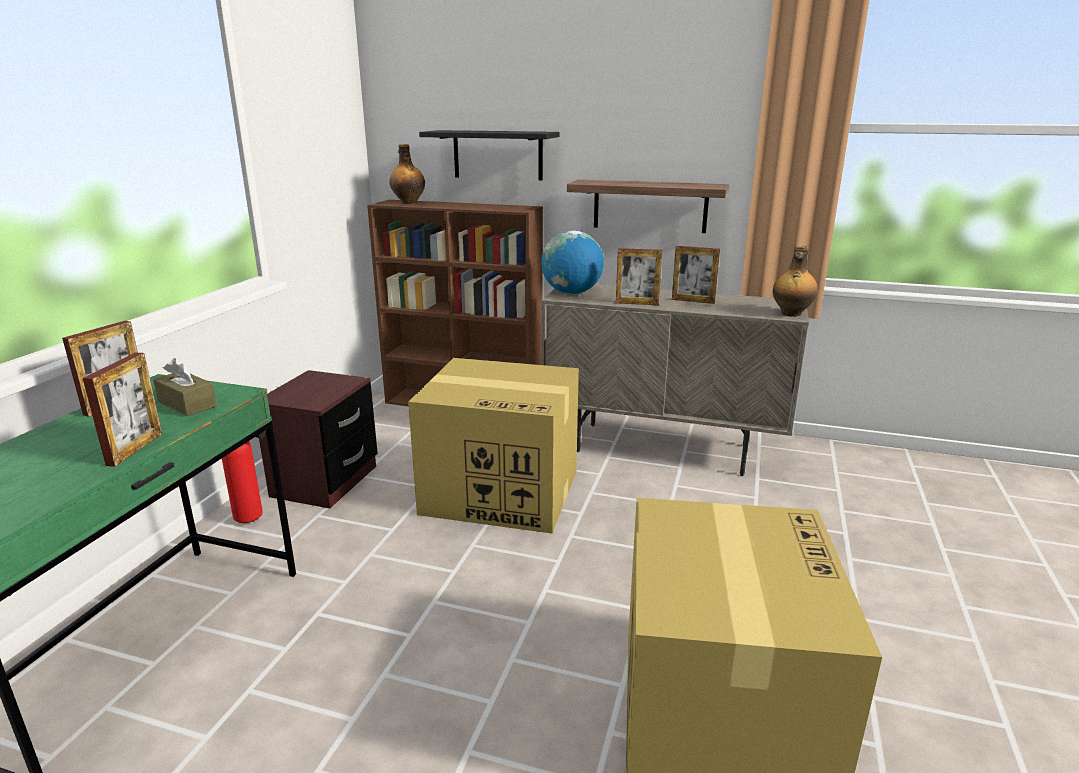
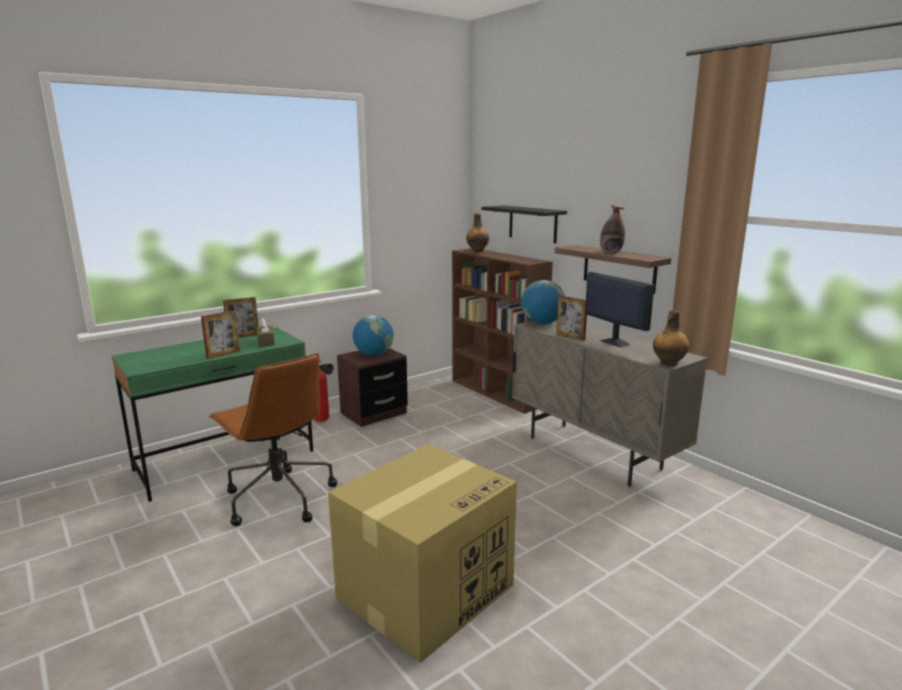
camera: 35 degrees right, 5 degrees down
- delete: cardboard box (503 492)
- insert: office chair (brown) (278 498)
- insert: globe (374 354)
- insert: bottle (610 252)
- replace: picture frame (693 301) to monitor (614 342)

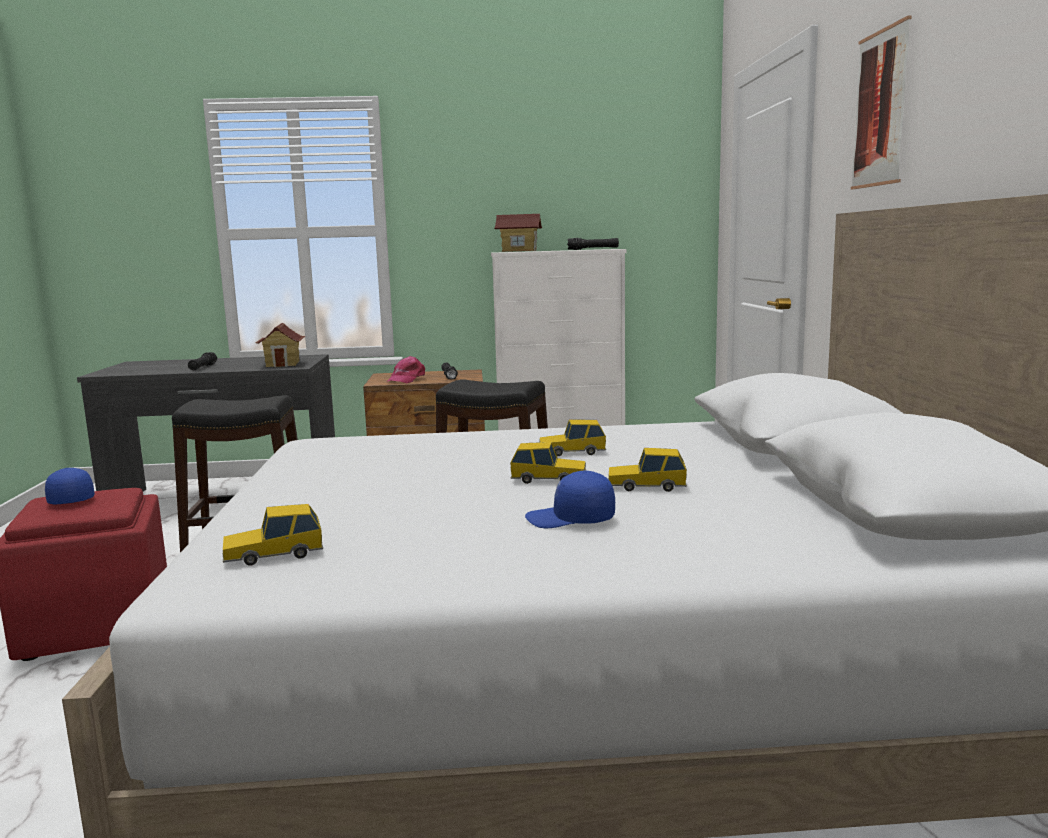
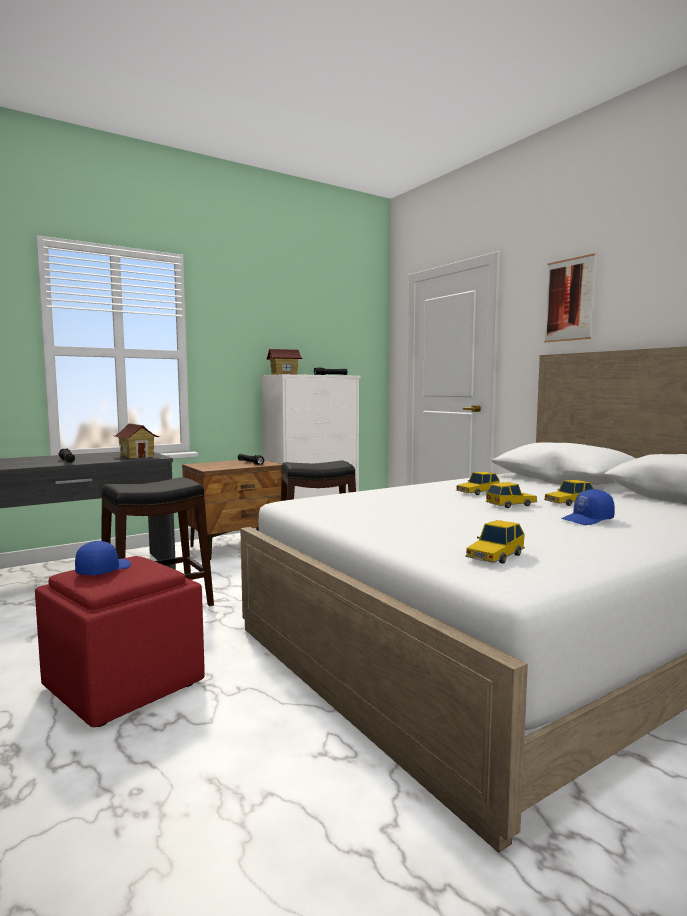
camera: 30 degrees left, 5 degrees down
- delete: cap (pink) (406 379)
- rotate: cap (blue) (71 500) = (103 570) 75 degrees clockwise

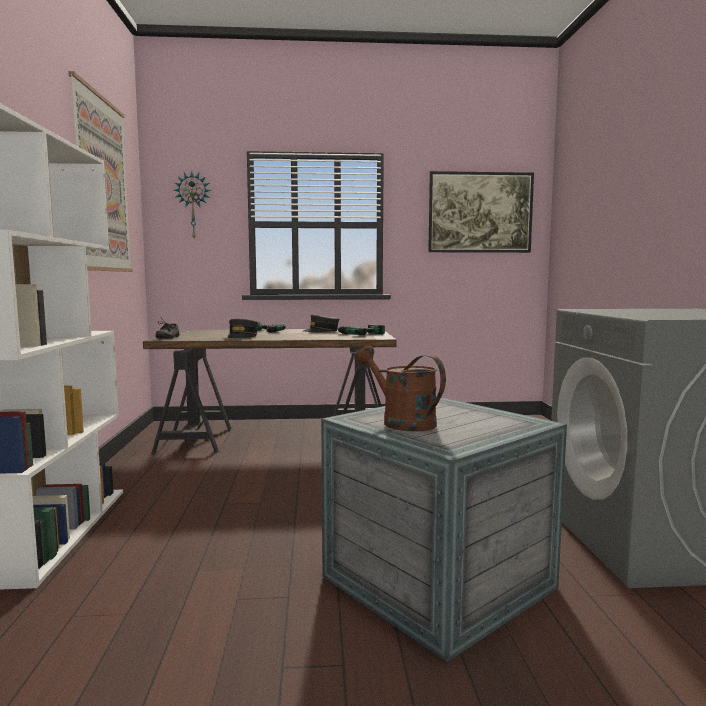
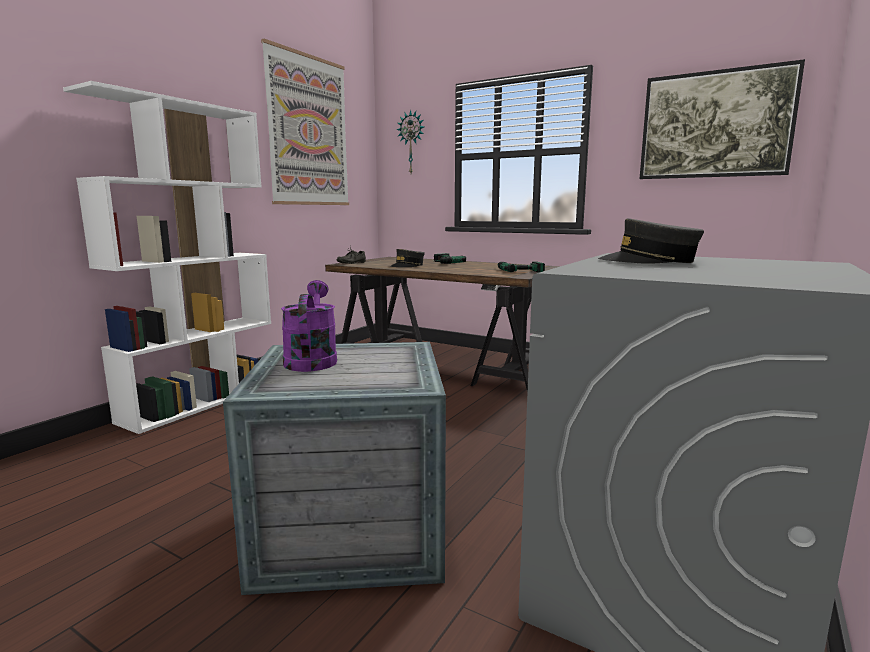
camera: 35 degrees right, 5 degrees up
- move: cap (grey) (321 331) to (649 261)
- recolor: watering can (brown) (401 422) to watering can (purple) (311 359)

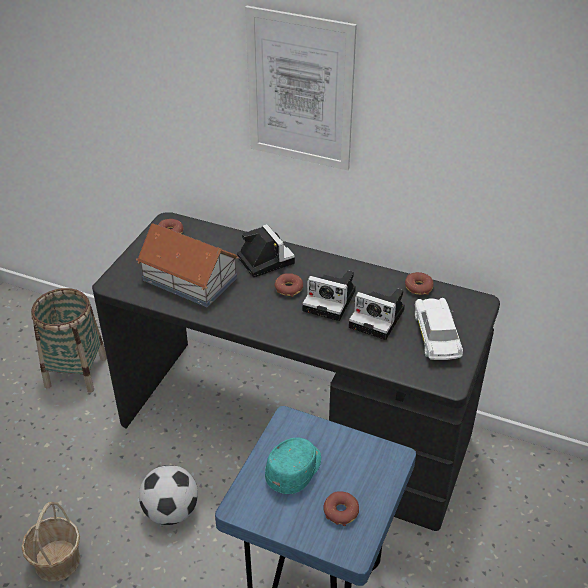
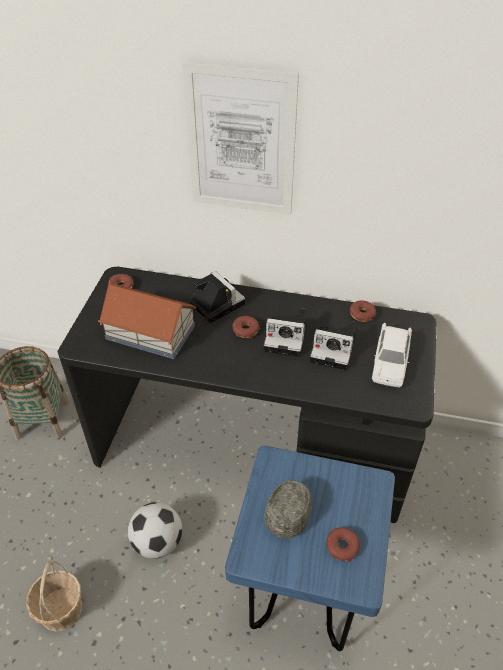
camera: 10 degrees left, 5 degrees up
- recolor: cap (turquoise) (295 470) to cap (grey) (290 511)
- rotate: toy car (white) (436 336) = (390 361) 150 degrees counterclockwise

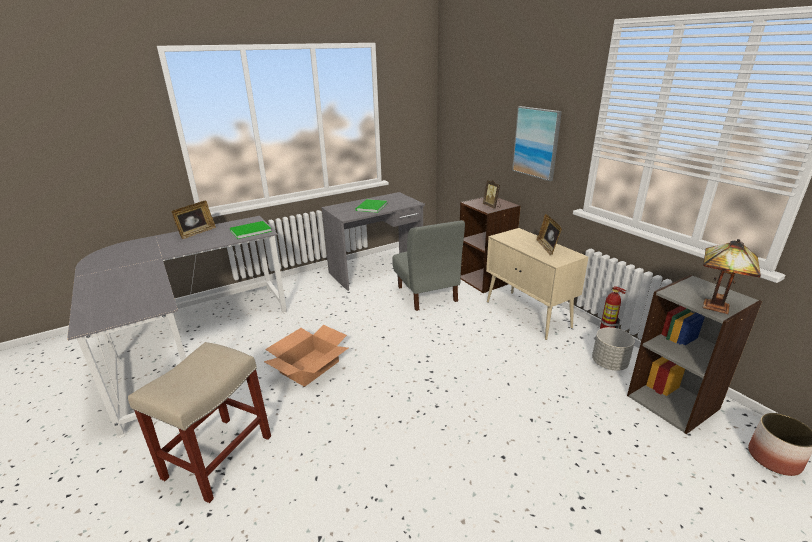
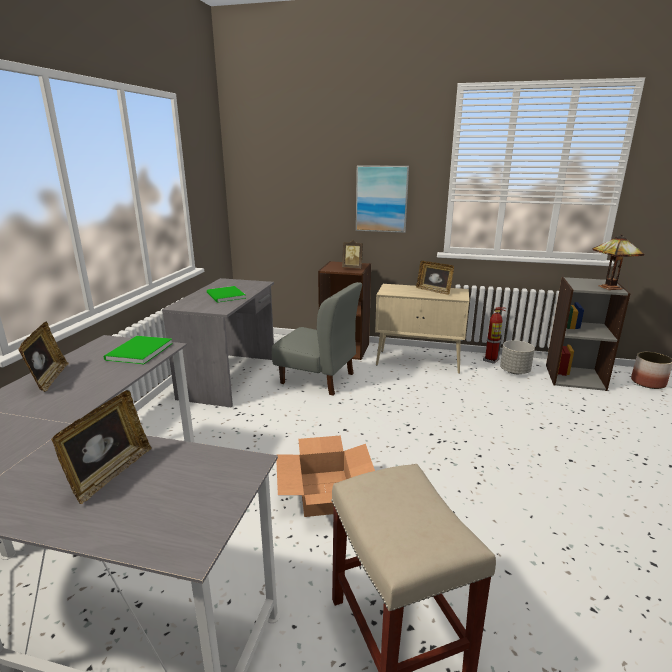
camera: 45 degrees left, 5 degrees down
- insert: picture frame (110 473)

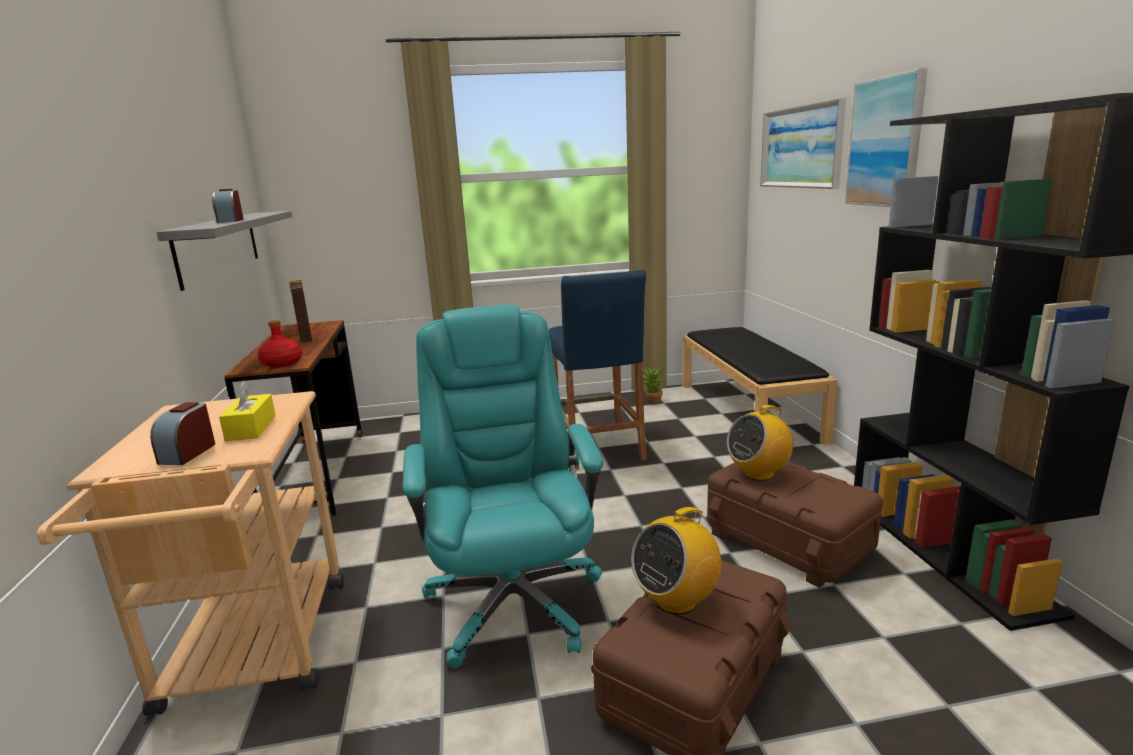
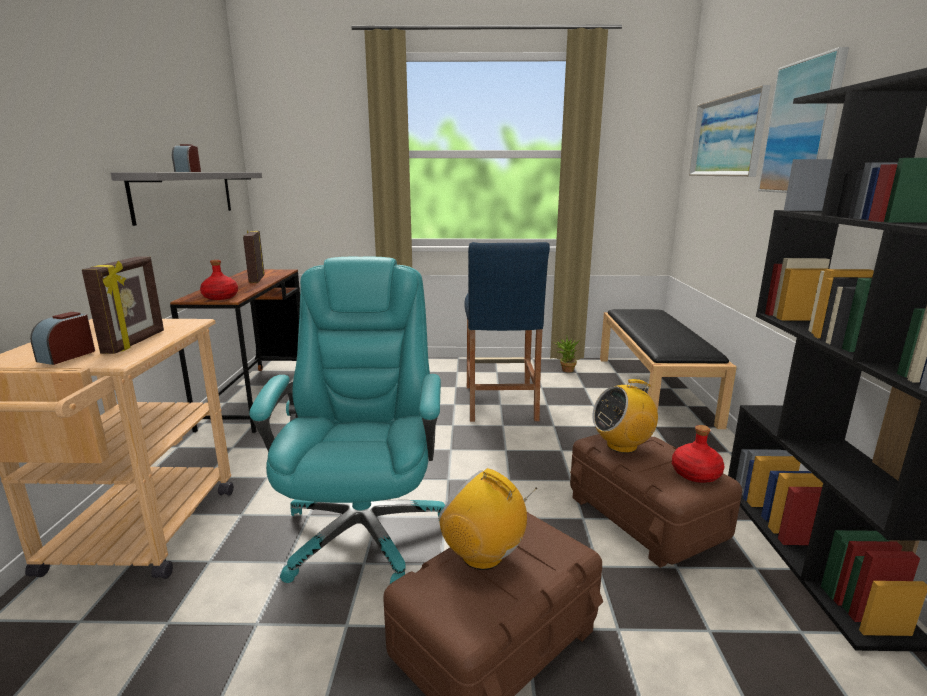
camera: 10 degrees right, 0 degrees up
- insert: bottle (red) (696 474)
- replace: tissue box (yellow) (251 428) to picture frame (136 342)
- rotate: radio (676 600) = (483 555) 60 degrees clockwise

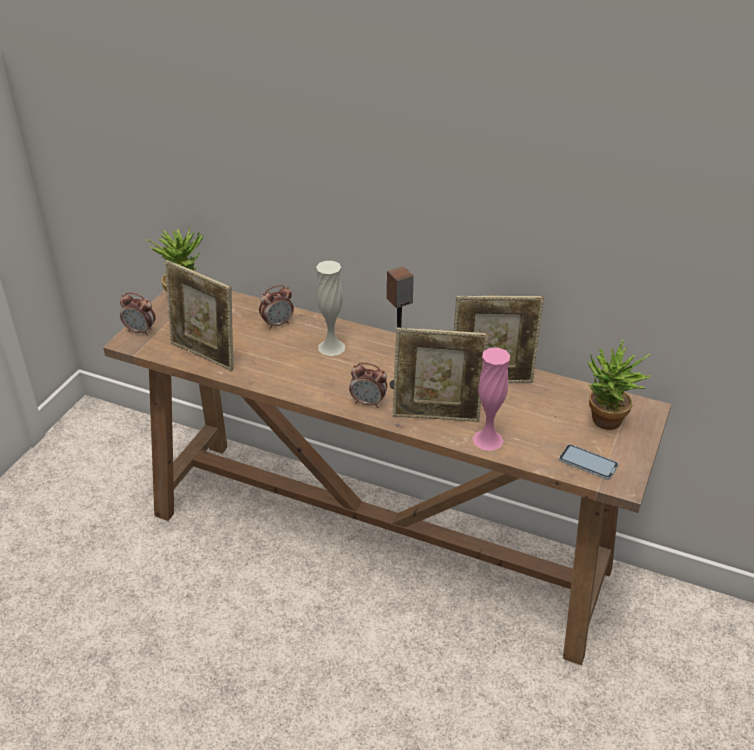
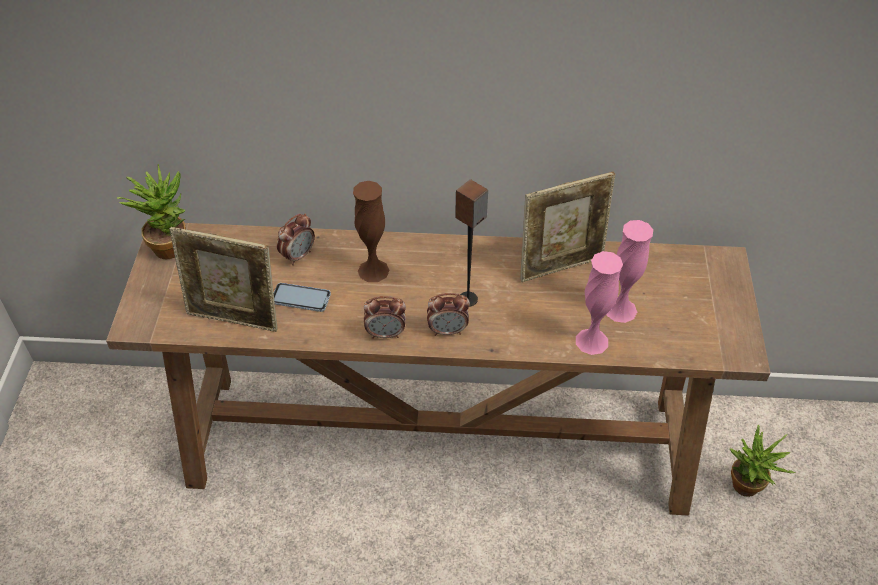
camera: 20 degrees left, 10 degrees up
- delete: picture frame (437 416)
- insert: vase (pink) (620 310)
- move: alarm clock (140 331) to (386 333)
- move: phone (588 463) to (301 298)
- move: potted plant (605 424) to (746 490)
- recolor: vase (white) (331 347) to vase (brown) (373 270)

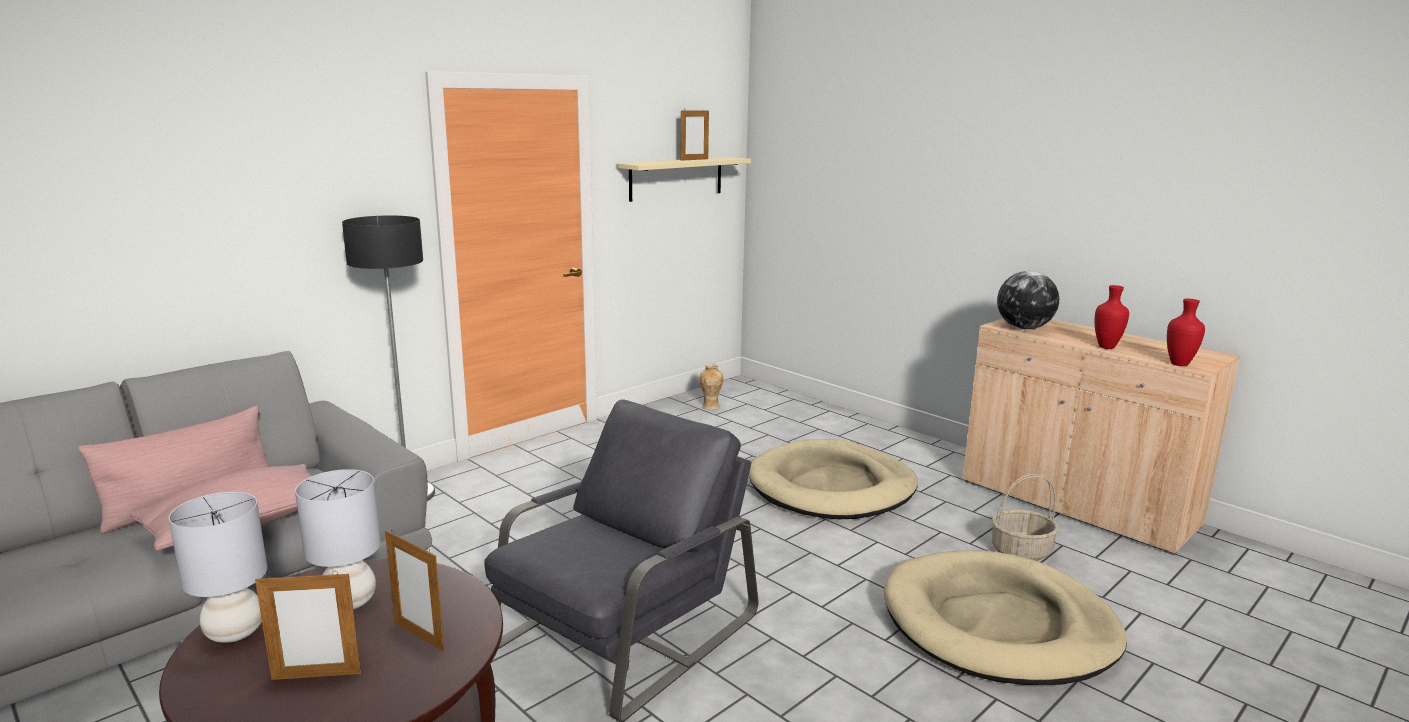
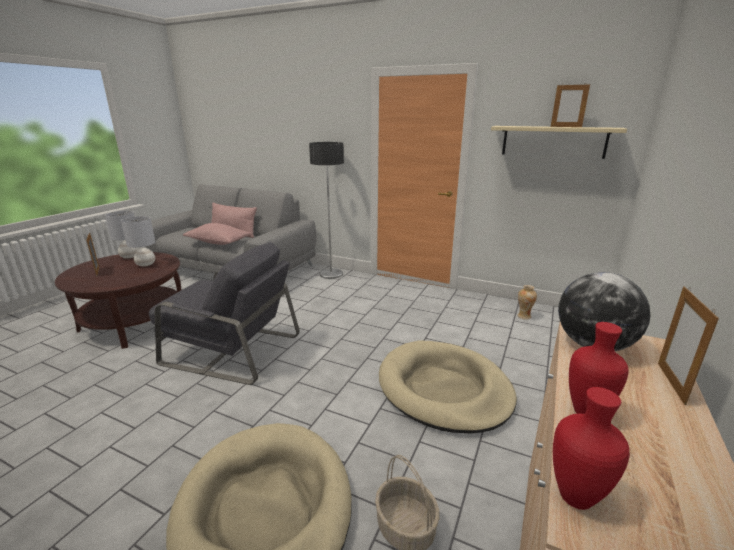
camera: 70 degrees right, 5 degrees up
- move: picture frame (419 636) to (671 382)

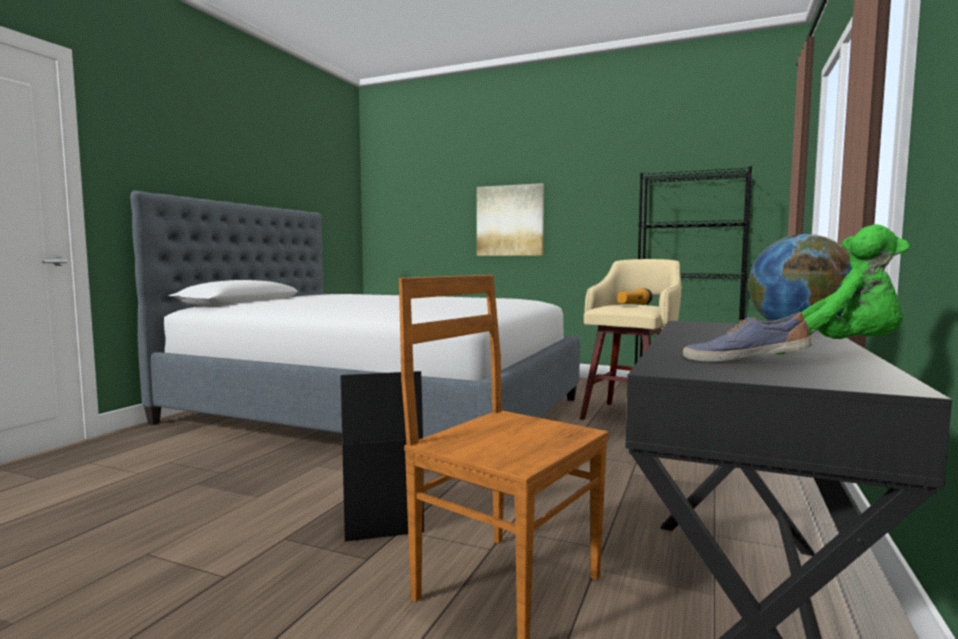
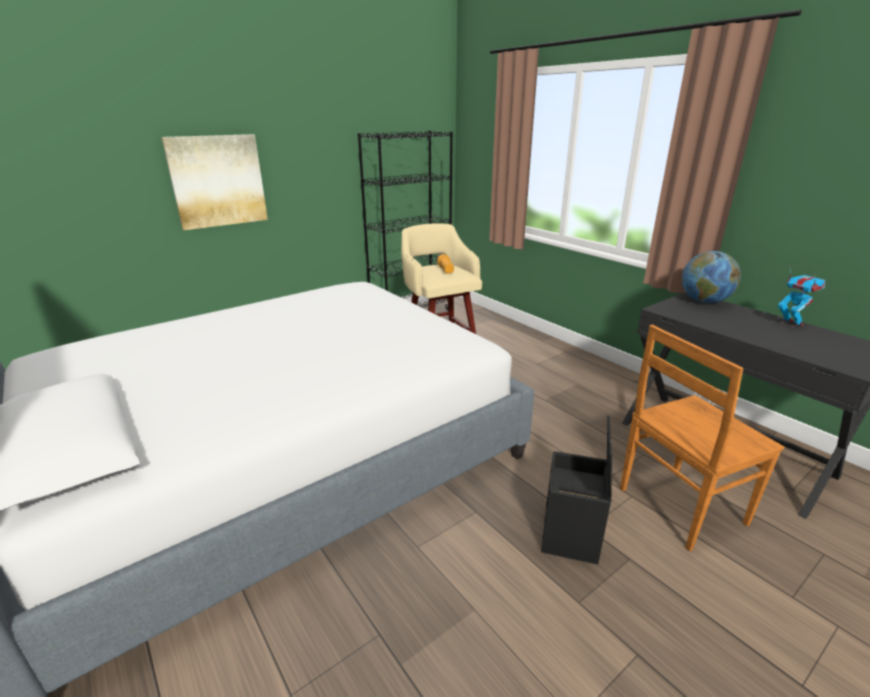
camera: 60 degrees left, 20 degrees up
- delete: shoe (743 360)
- replace: plush toy (green) (838 352) to toy robot (791 323)

